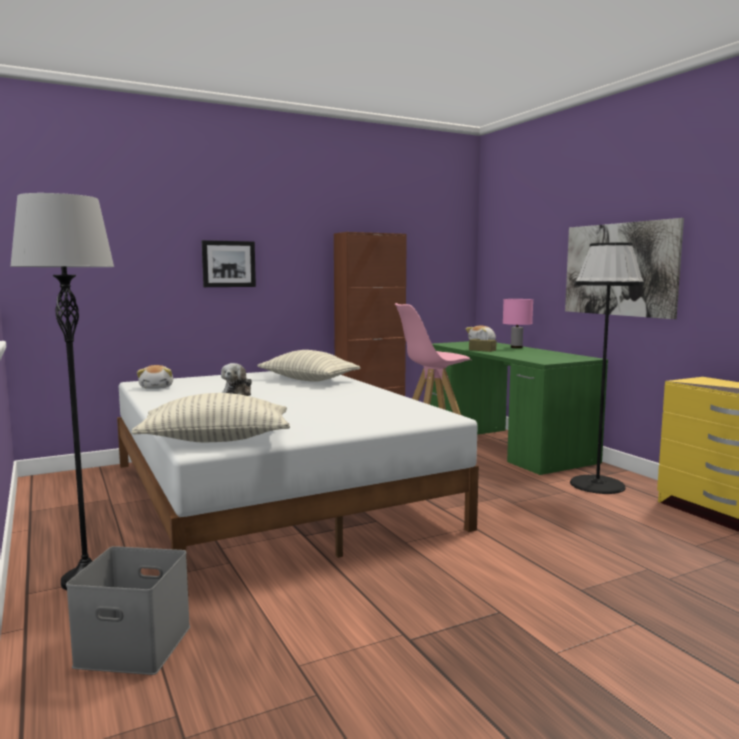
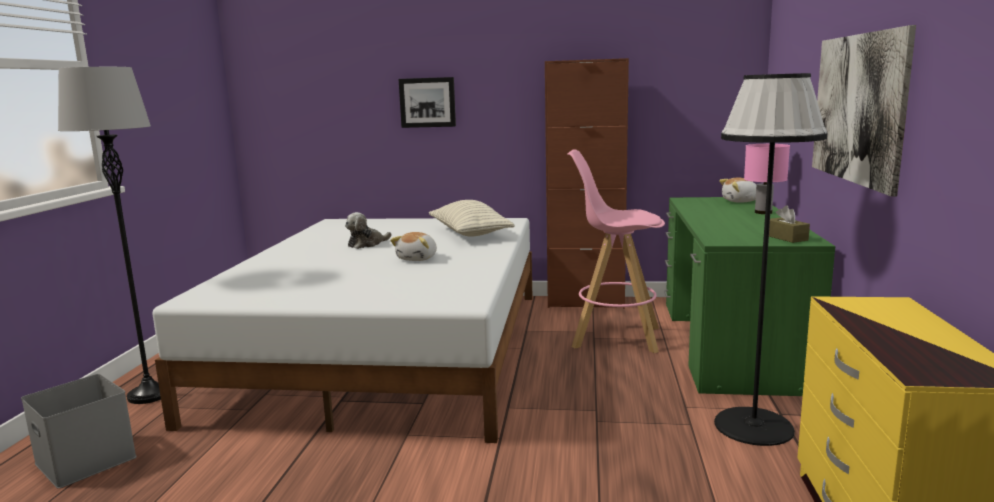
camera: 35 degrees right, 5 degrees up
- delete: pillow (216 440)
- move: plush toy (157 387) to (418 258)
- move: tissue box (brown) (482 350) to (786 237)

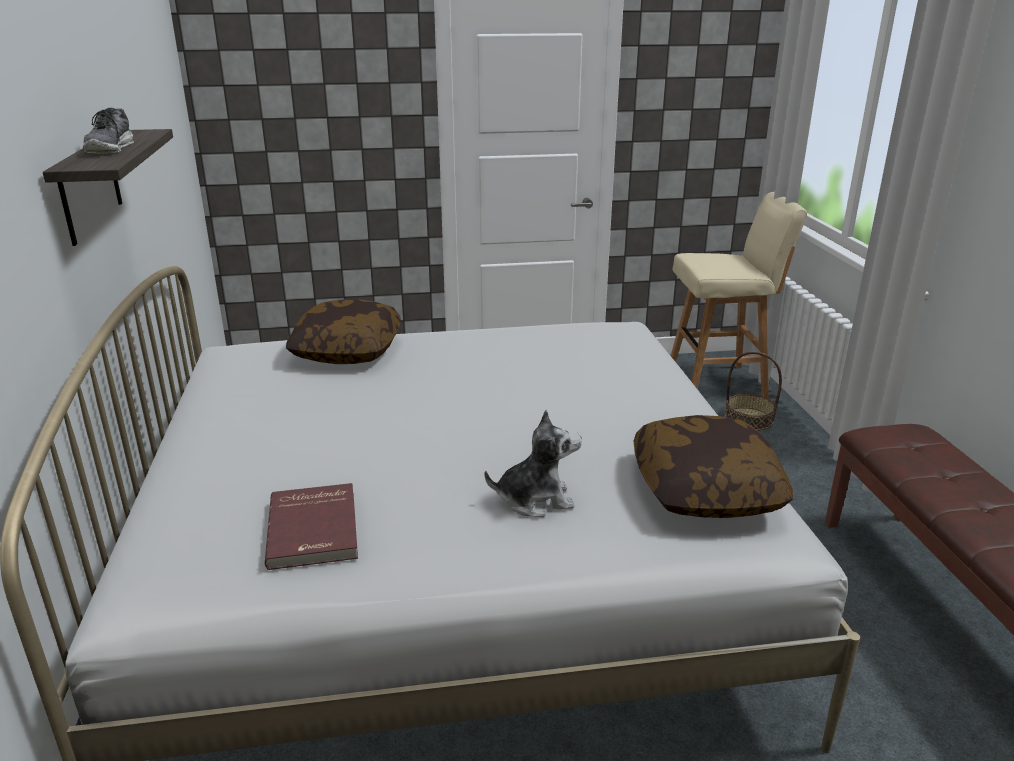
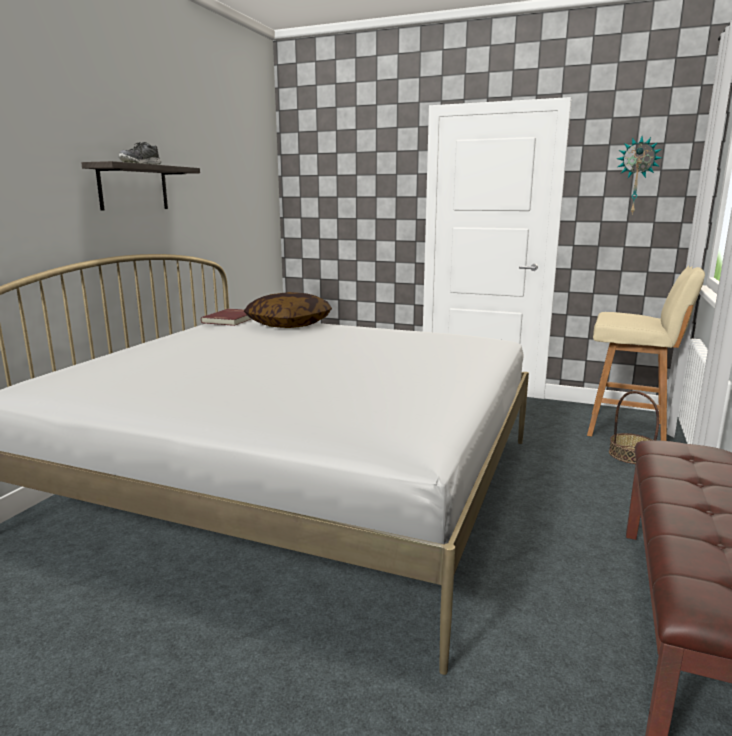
camera: 30 degrees right, 10 degrees down
- delete: plush toy (535 499)
- delete: pillow (705 490)
- insert: wall clock (636 176)
- move: book (red) (315 529) to (232 319)

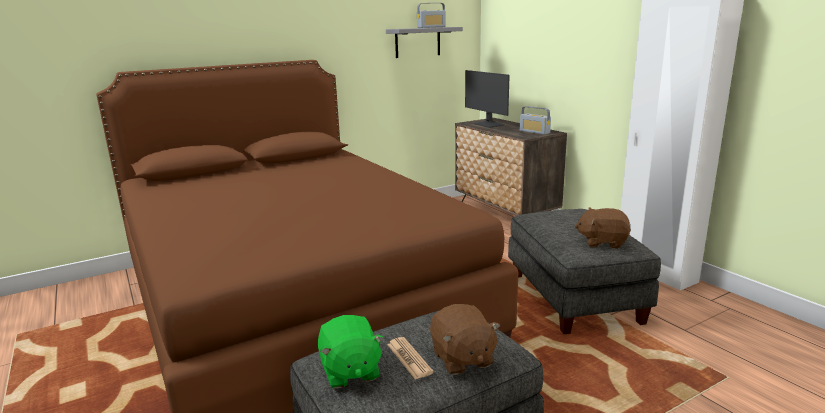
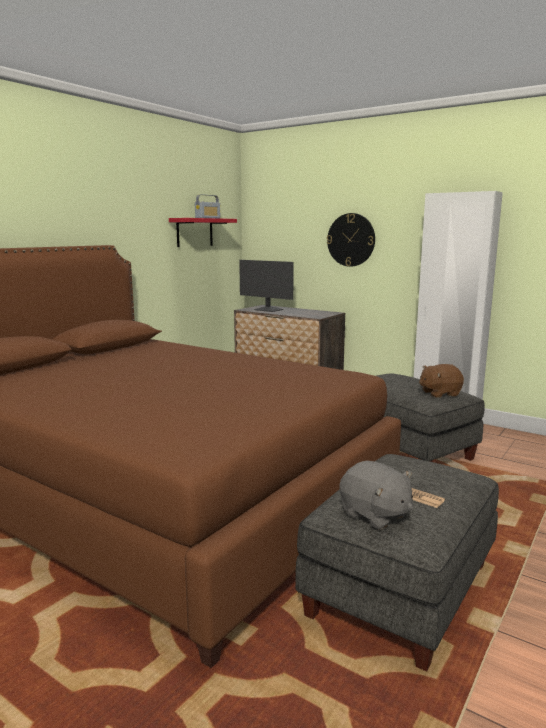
camera: 25 degrees left, 5 degrees down
- delete: plush toy (brown) (462 359)
- delete: radio (534 132)
- insert: wall clock (351 240)
- recolor: plush toy (green) (350 371) to plush toy (grey) (375 514)
- recolor: shelf (grey) (417 42) to shelf (red) (194 232)

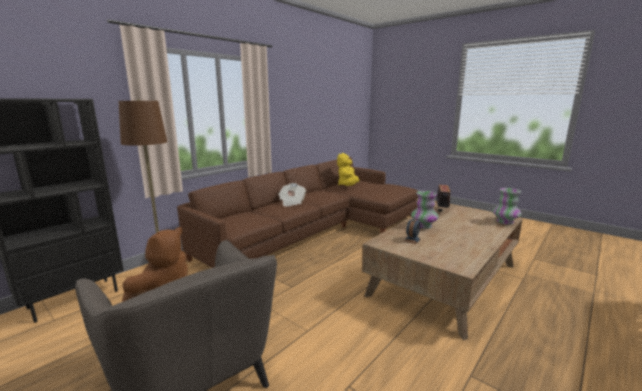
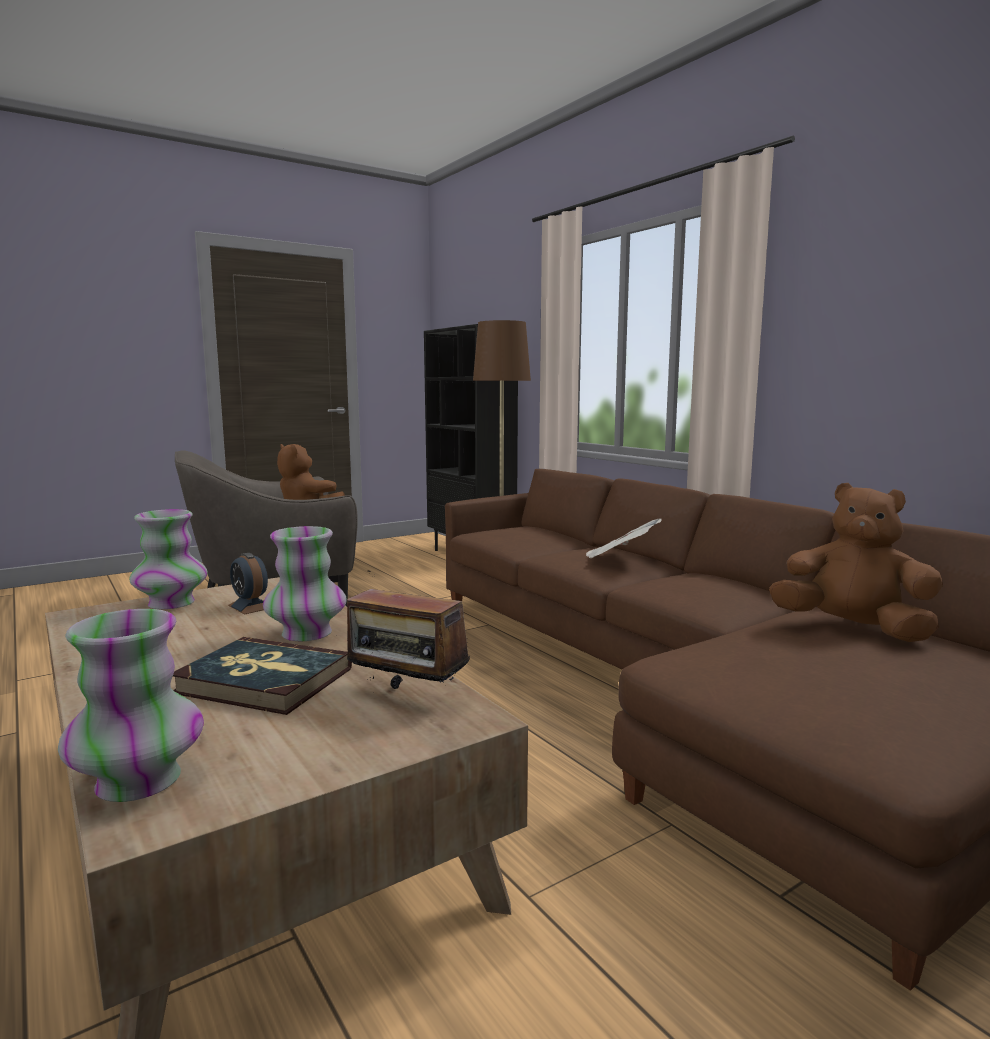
camera: 105 degrees right, 5 degrees down
- insert: vase (171 603)
- insert: book (264 681)
- recolor: plush toy (yellow) (348 185) to plush toy (brown) (852 629)

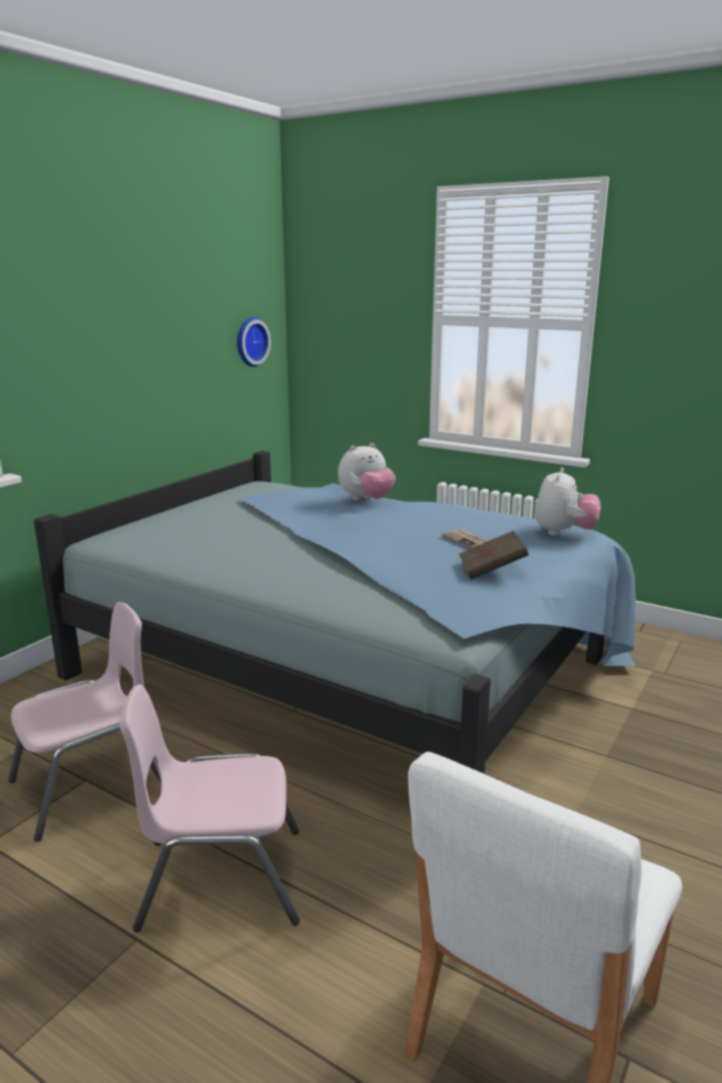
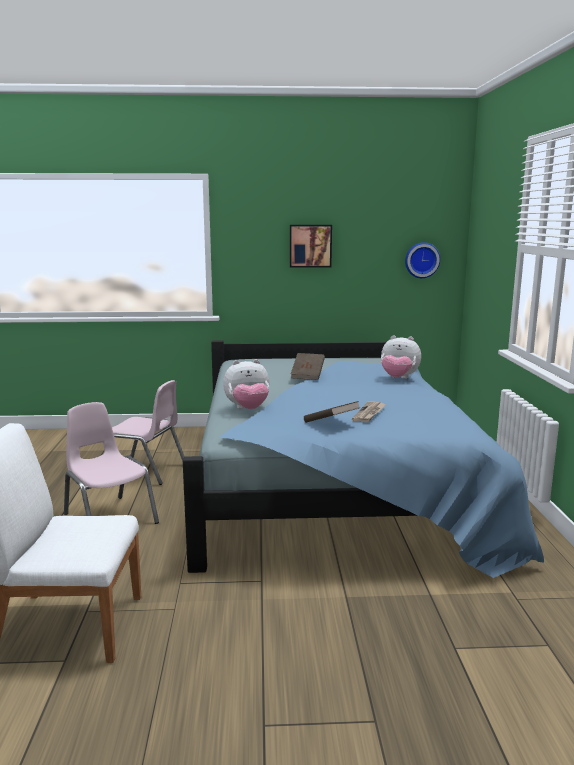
camera: 55 degrees right, 5 degrees down
- insert: picture (310 246)
- insert: book (brown) (308 375)
- move: plush toy (563 533) to (248 409)

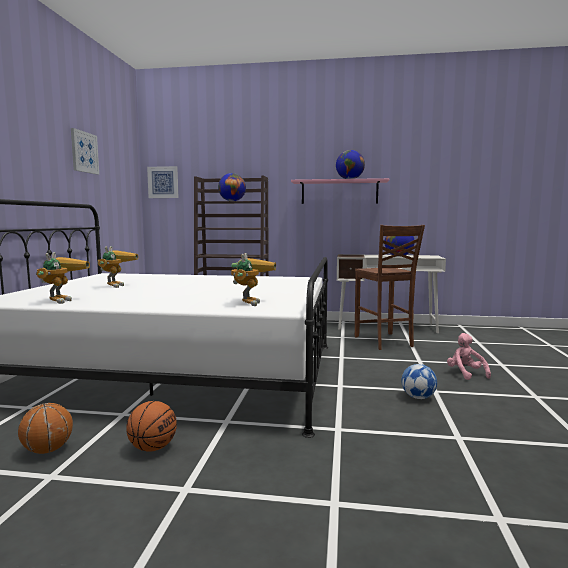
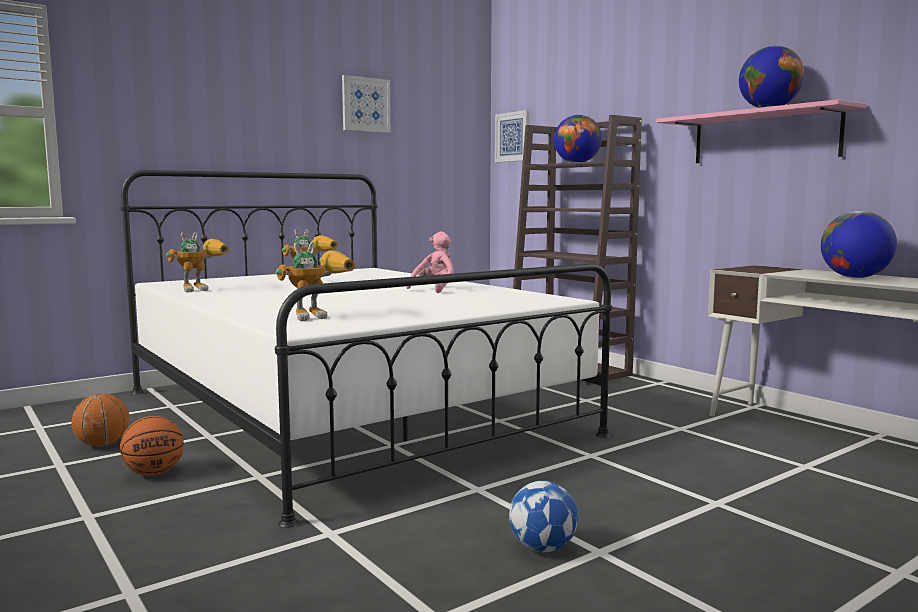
camera: 45 degrees right, 0 degrees up
- delete: chair (brown) (384 342)
- move: plush toy (pink) (465 373) to (435 289)

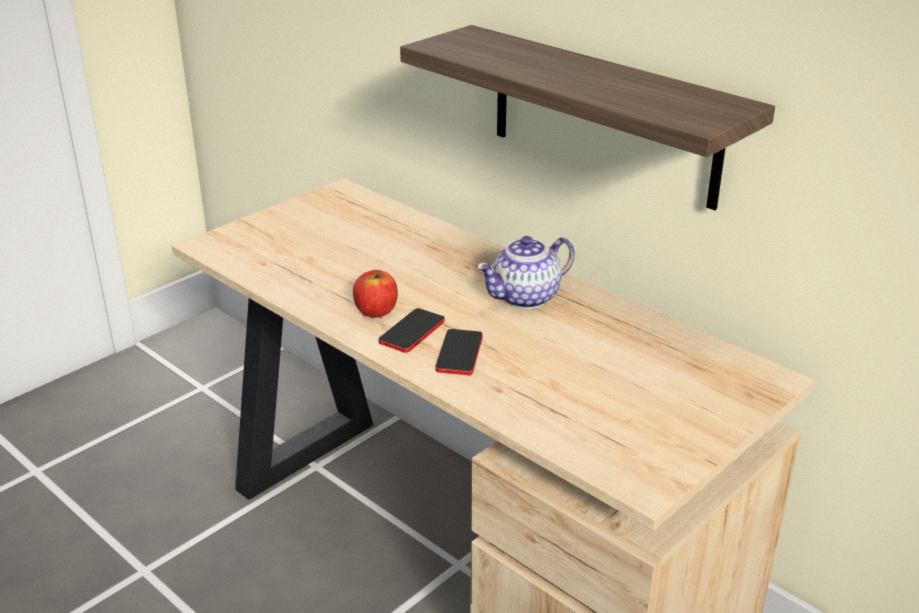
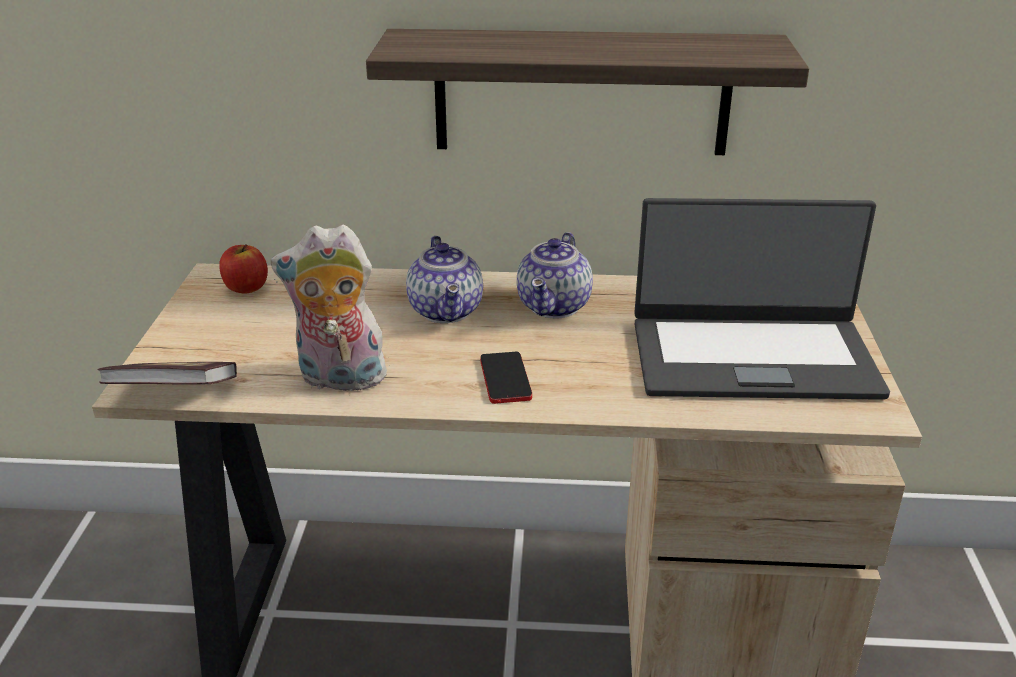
camera: 40 degrees left, 0 degrees up
- delete: phone (459 353)
- insert: book (174 394)
- insert: plush toy (339 380)
- insert: teapot (447 311)
- insert: laptop (752 357)
- move: apple (376 311) to (246 287)

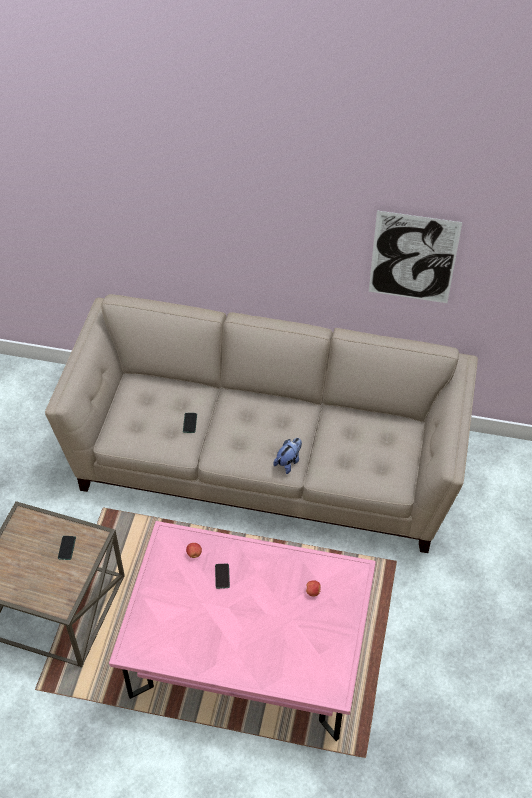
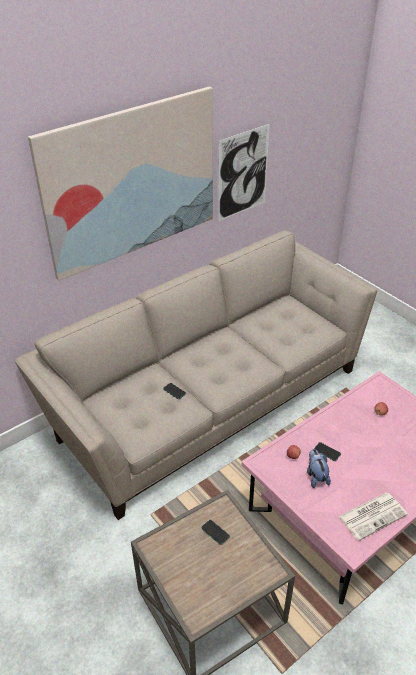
camera: 50 degrees left, 10 degrees down
- insert: picture (131 182)
- insert: newspaper (373 515)
- move: plush toy (288 462) to (316 476)

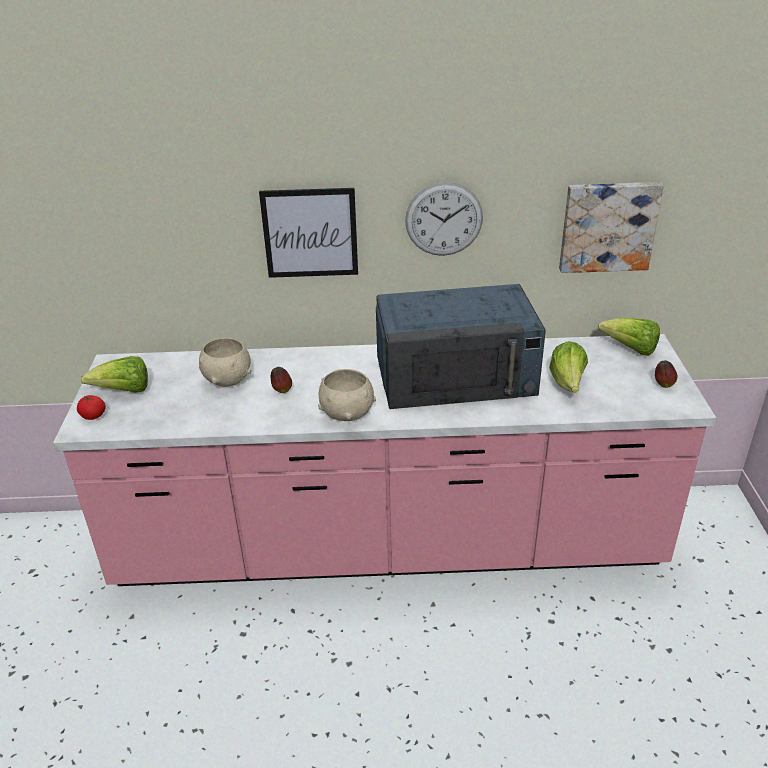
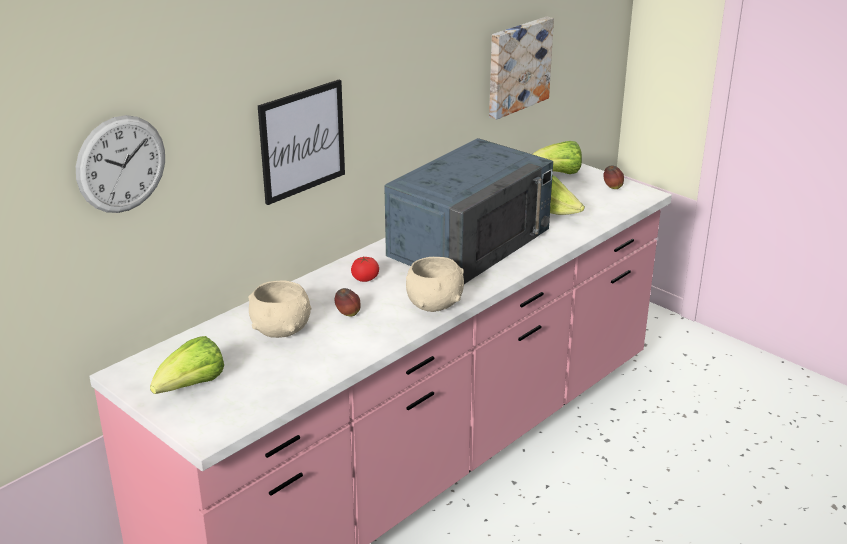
camera: 45 degrees left, 5 degrees down
- move: tomato (93 416) to (365 278)
- move: wall clock (444 219) to (121 164)

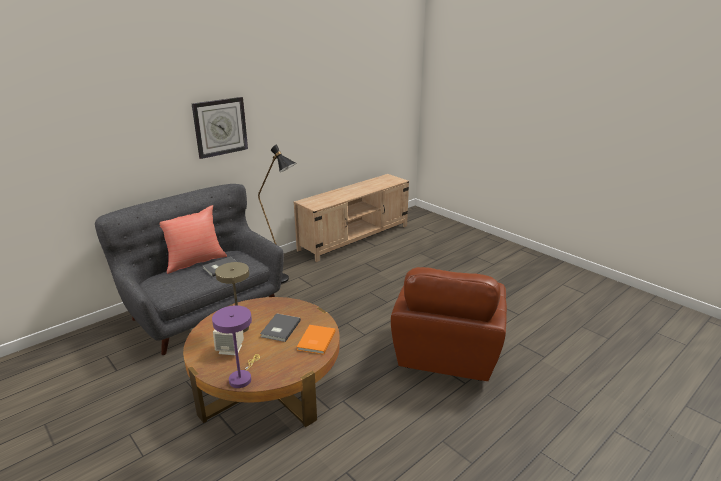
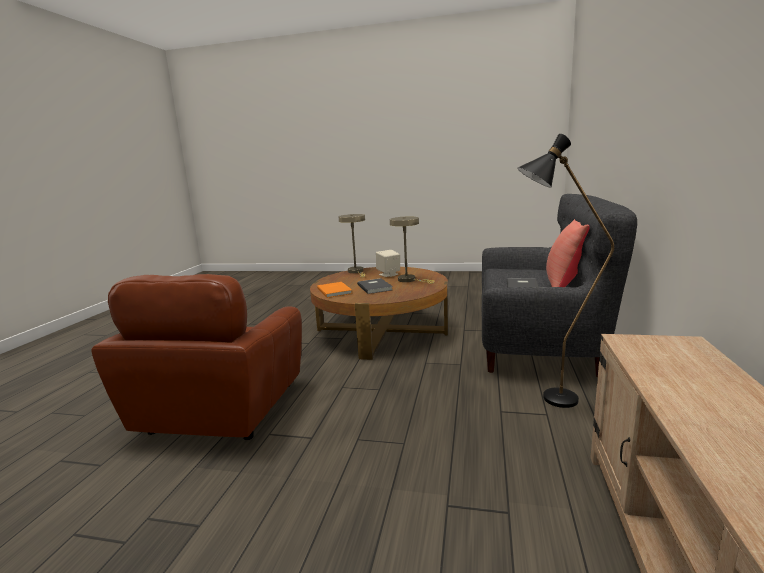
camera: 145 degrees right, 10 degrees down
- delete: wall clock (220 127)
- recolor: table lamp (purple) (242 377) to table lamp (beige) (356 272)
- rotate: armchair (brown) (446 352) = (223 409) 150 degrees counterclockwise

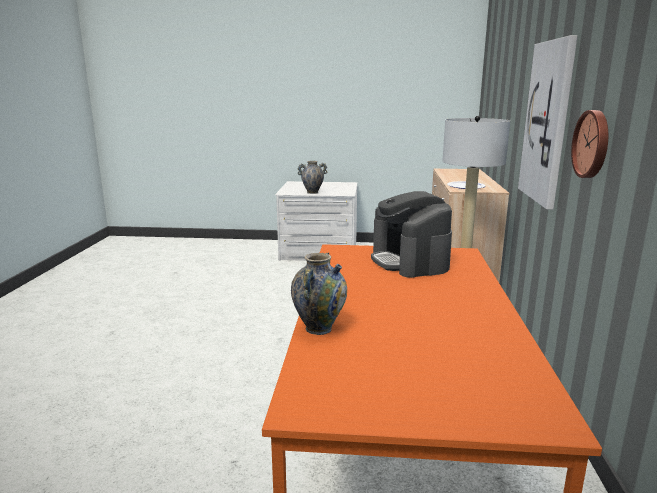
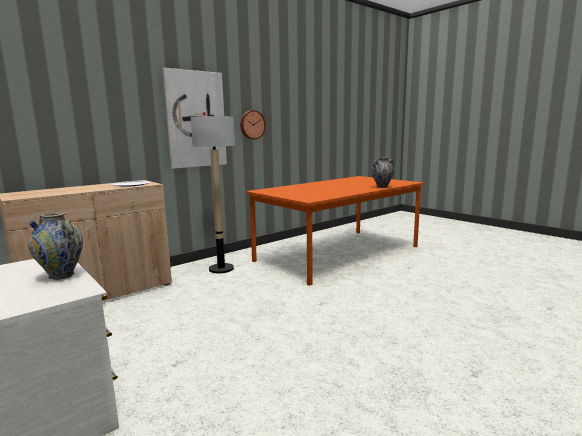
camera: 135 degrees left, 5 degrees down
- delete: coffee machine (409 261)

